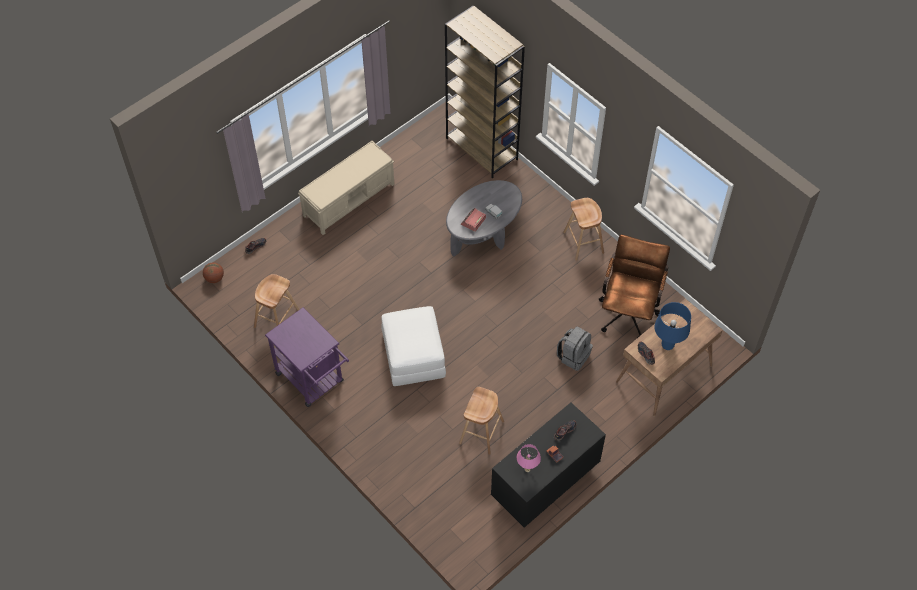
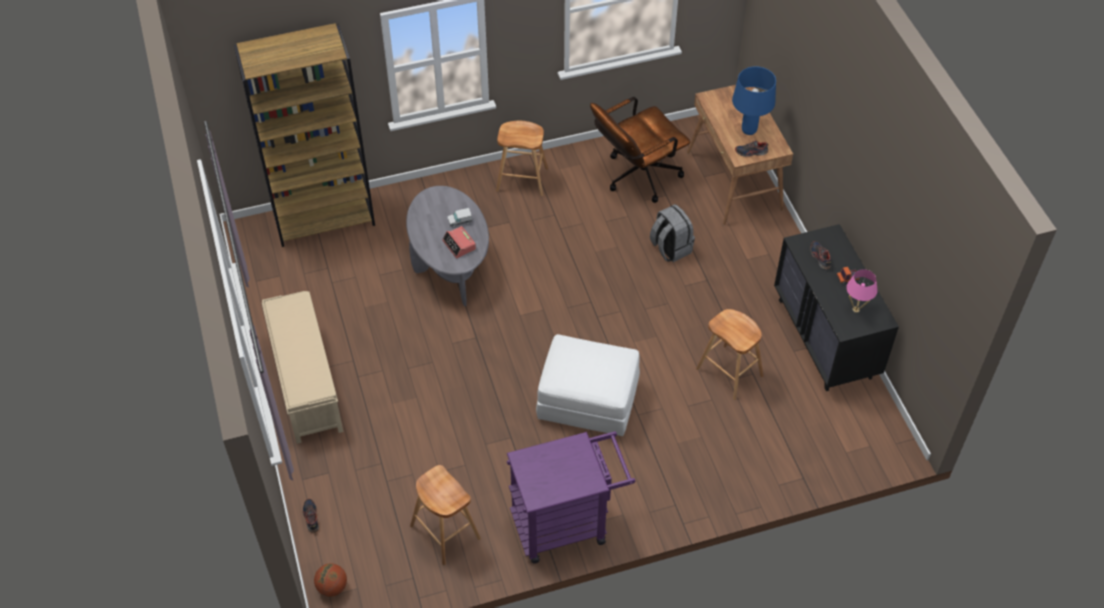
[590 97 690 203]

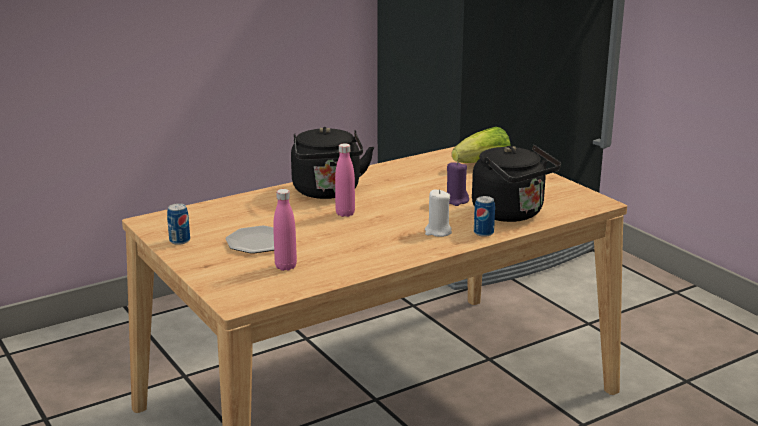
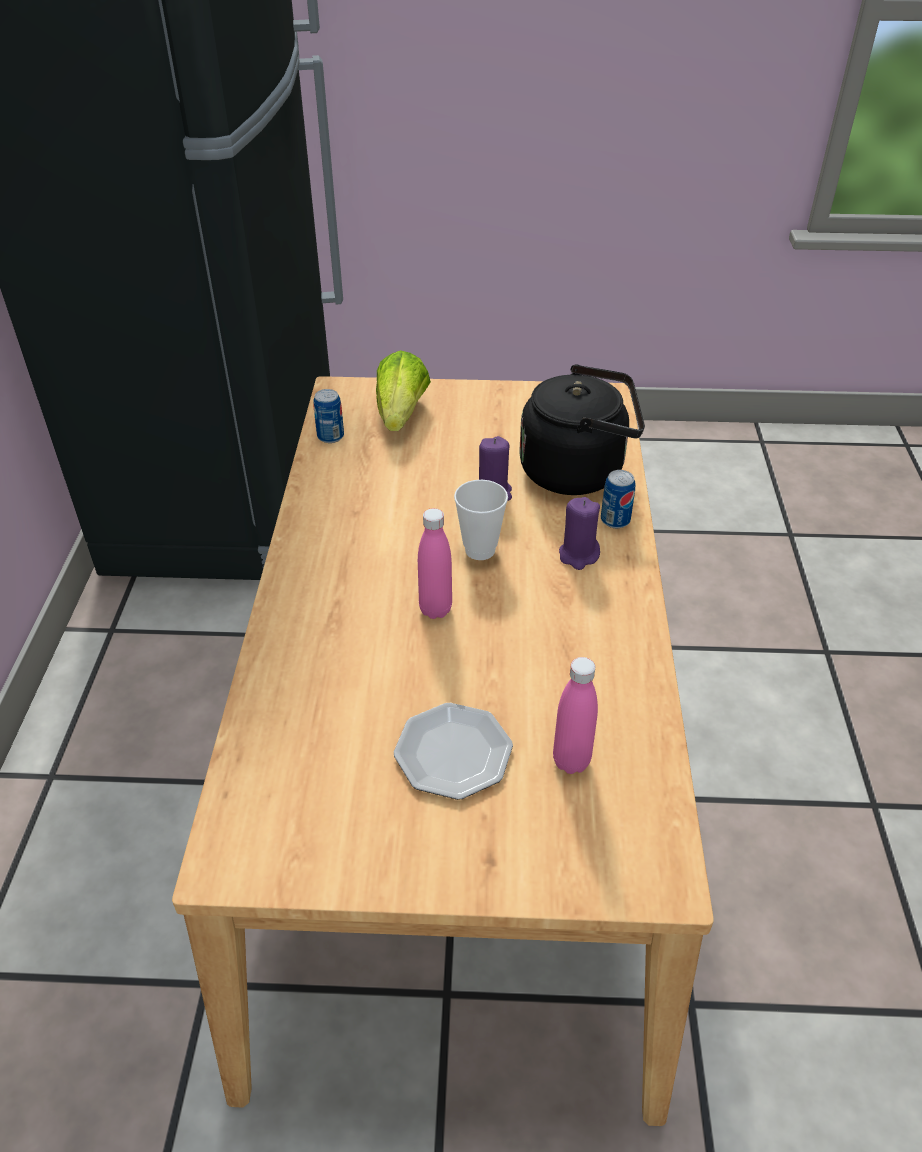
[314 389 344 443]
[454 480 508 560]
[559 497 600 570]
[291 127 374 199] (first image)

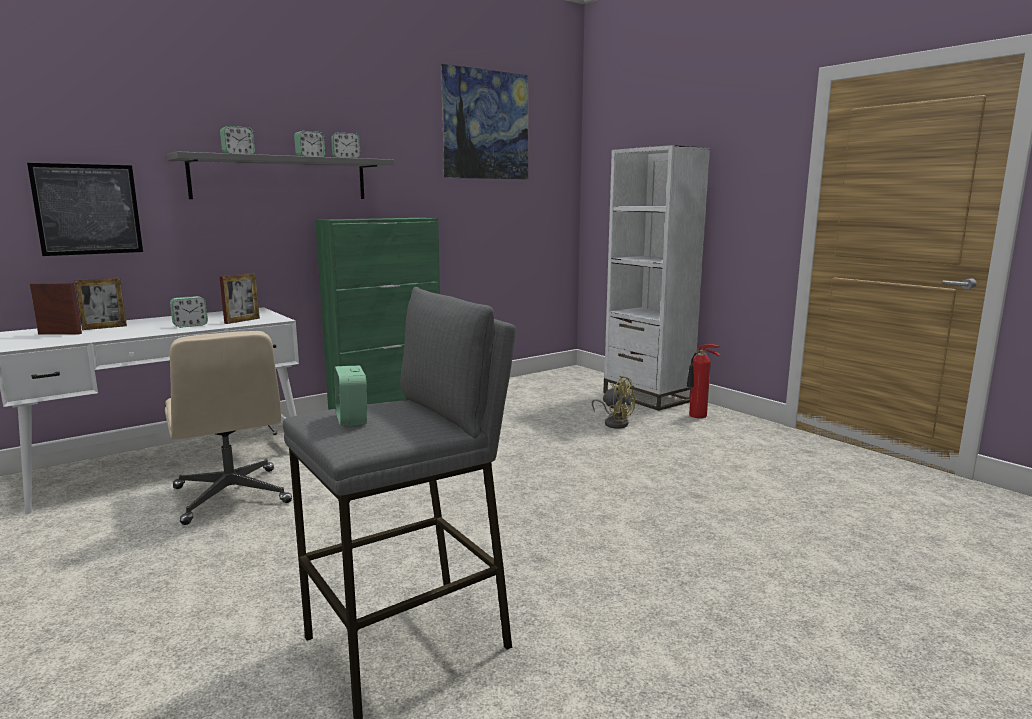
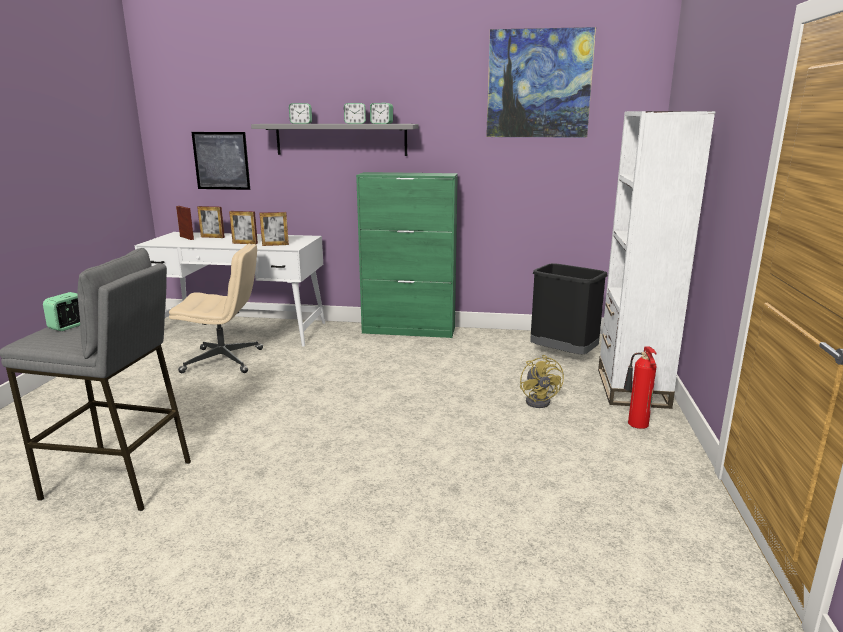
[169 244 263 373]
[229 211 258 244]
[530 263 608 355]

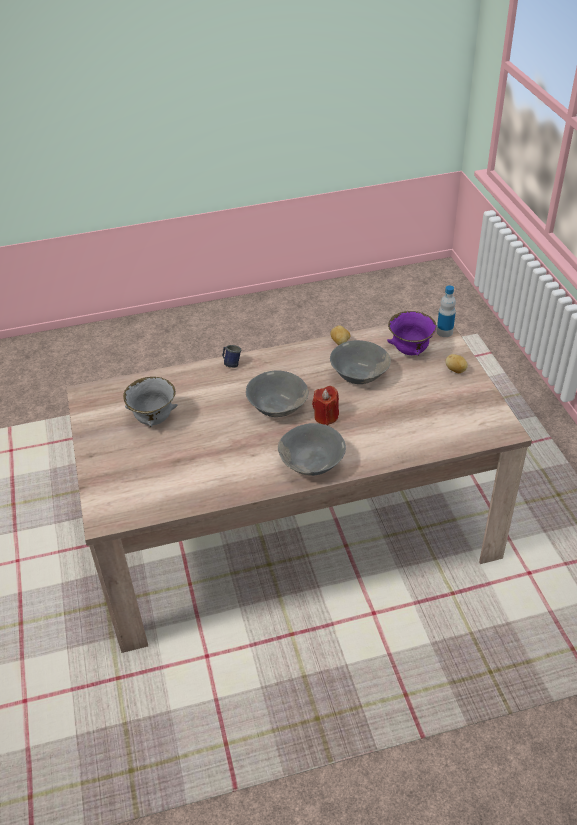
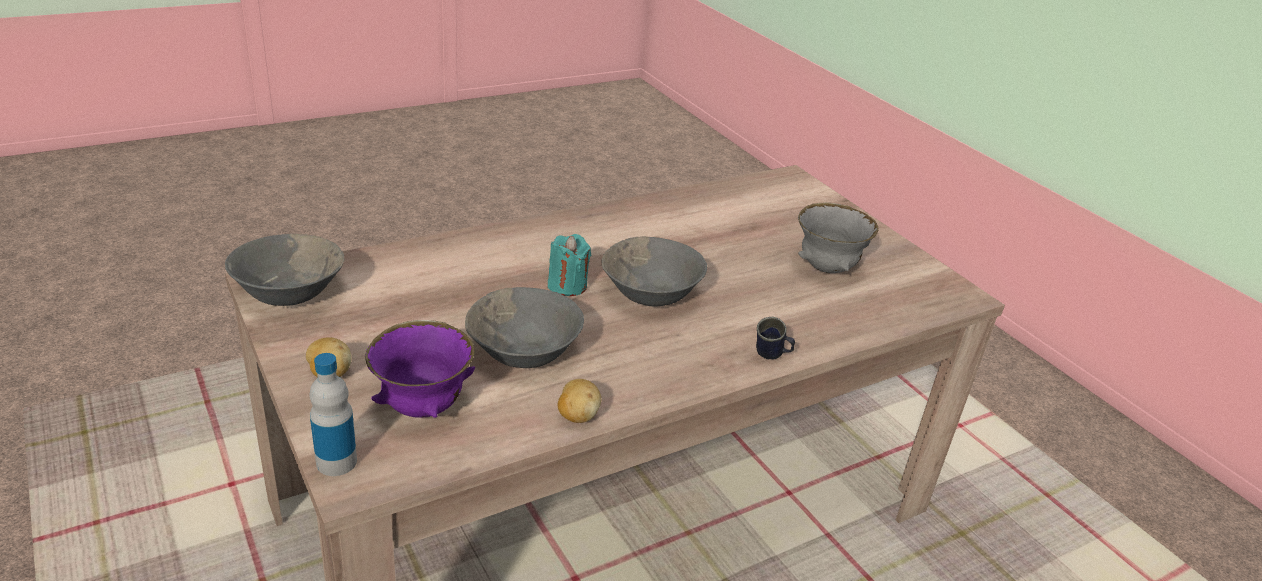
[225 234 344 306]
[548 234 591 296]

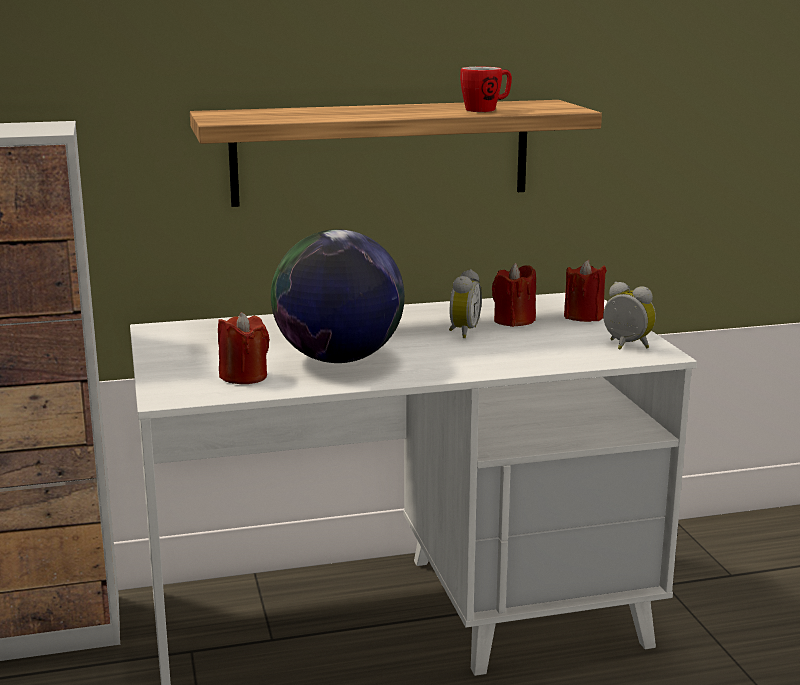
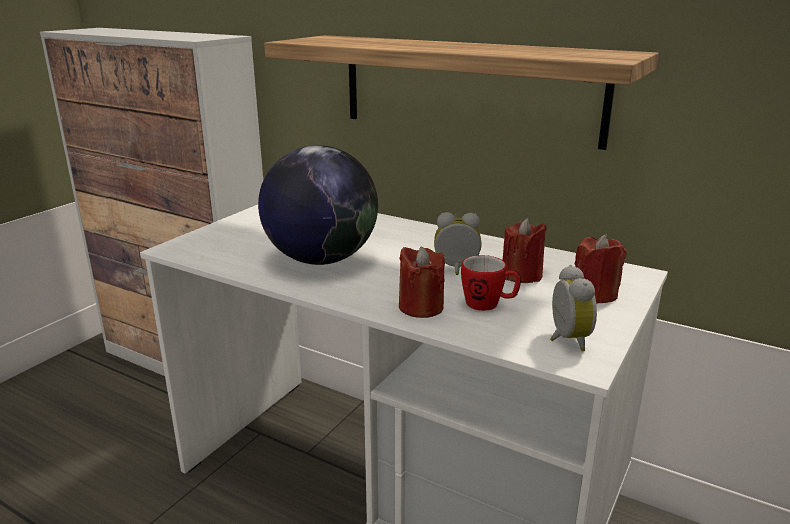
[399 247 445 318]
[434 212 482 275]
[461 255 521 311]

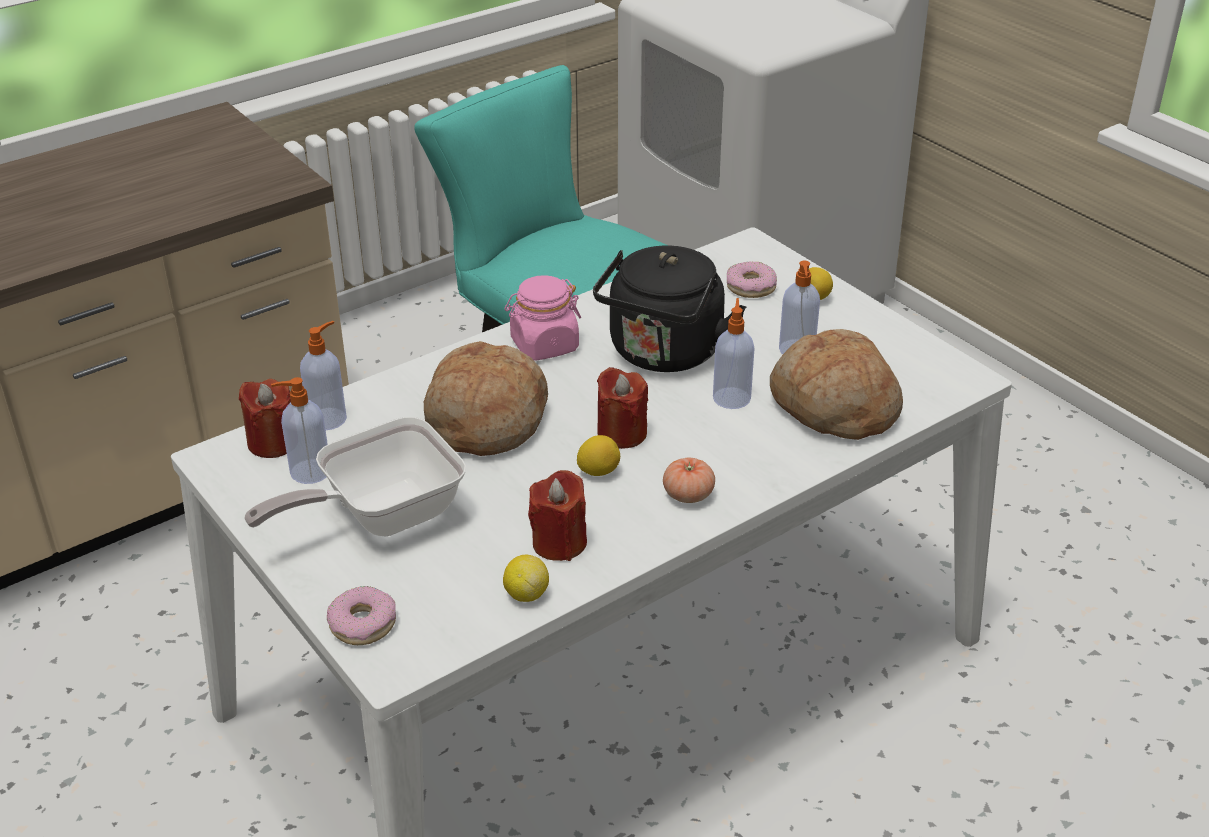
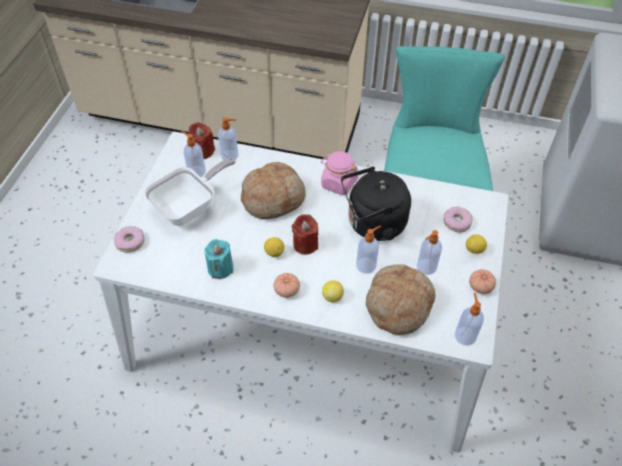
[144 158 236 226]
[204 239 234 279]
[322 280 344 302]
[455 293 484 346]
[469 269 496 294]

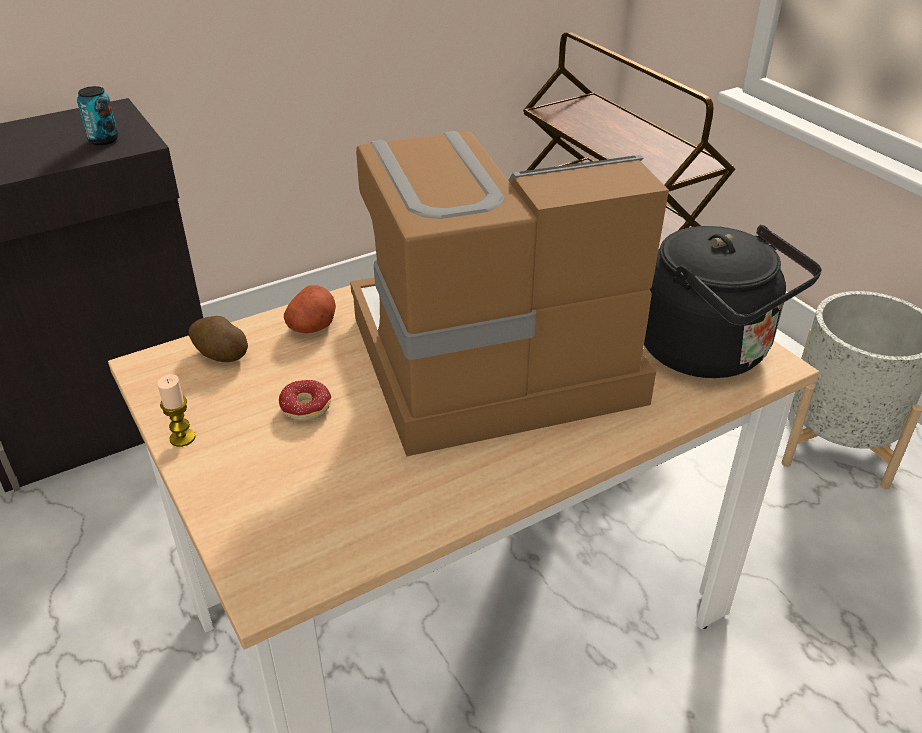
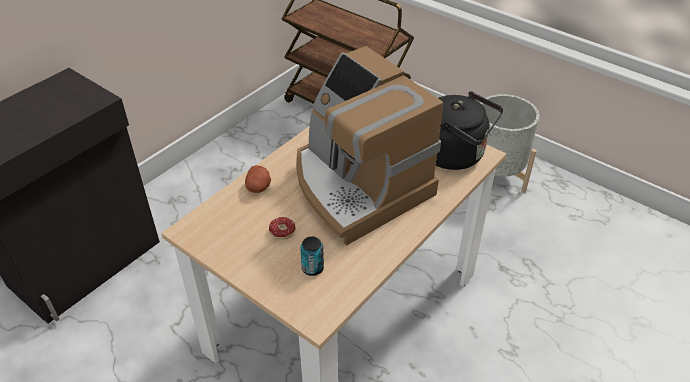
[296 46 443 246]
[300 237 324 276]
[157 374 195 447] (first image)
[189 316 248 362] (first image)

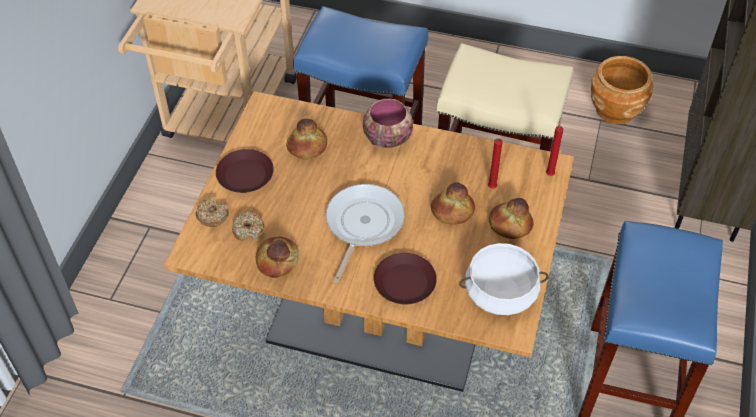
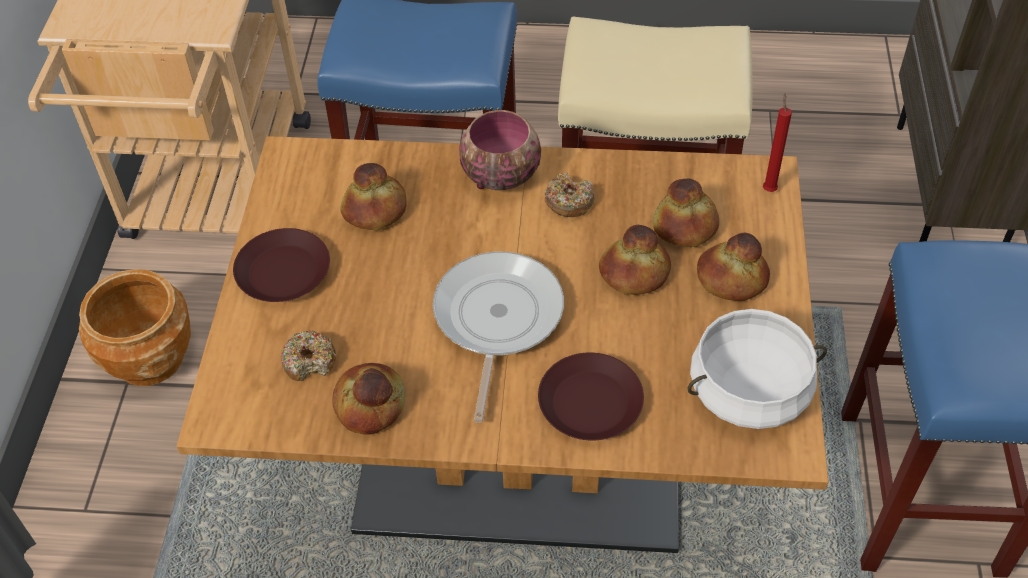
[79 269 191 386]
[545 172 594 217]
[653 178 719 247]

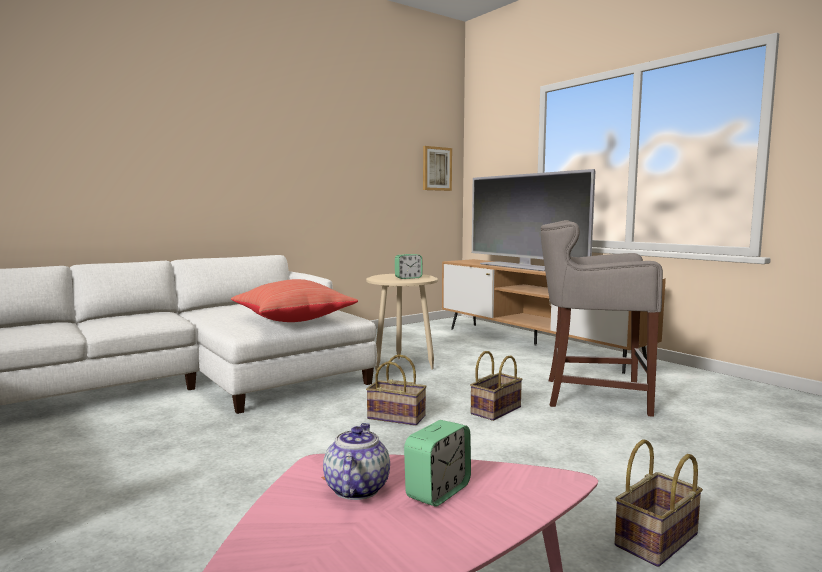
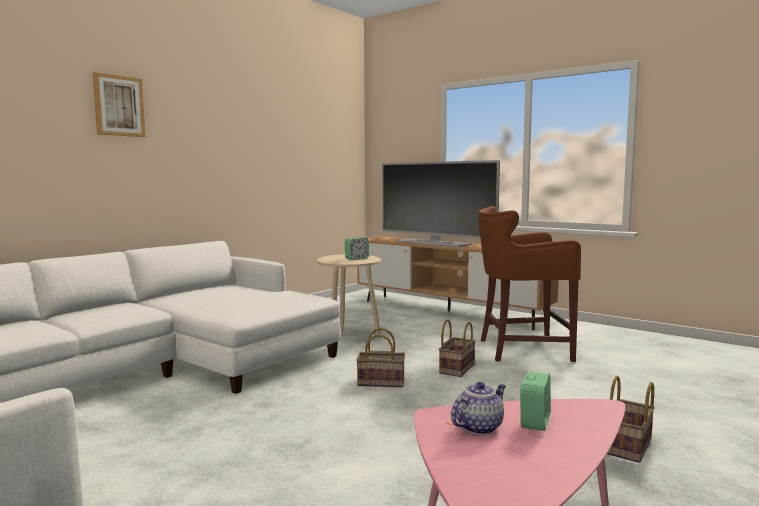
[93 72 145 137]
[451 382 506 435]
[478 206 581 362]
[231 279 358 322] (first image)

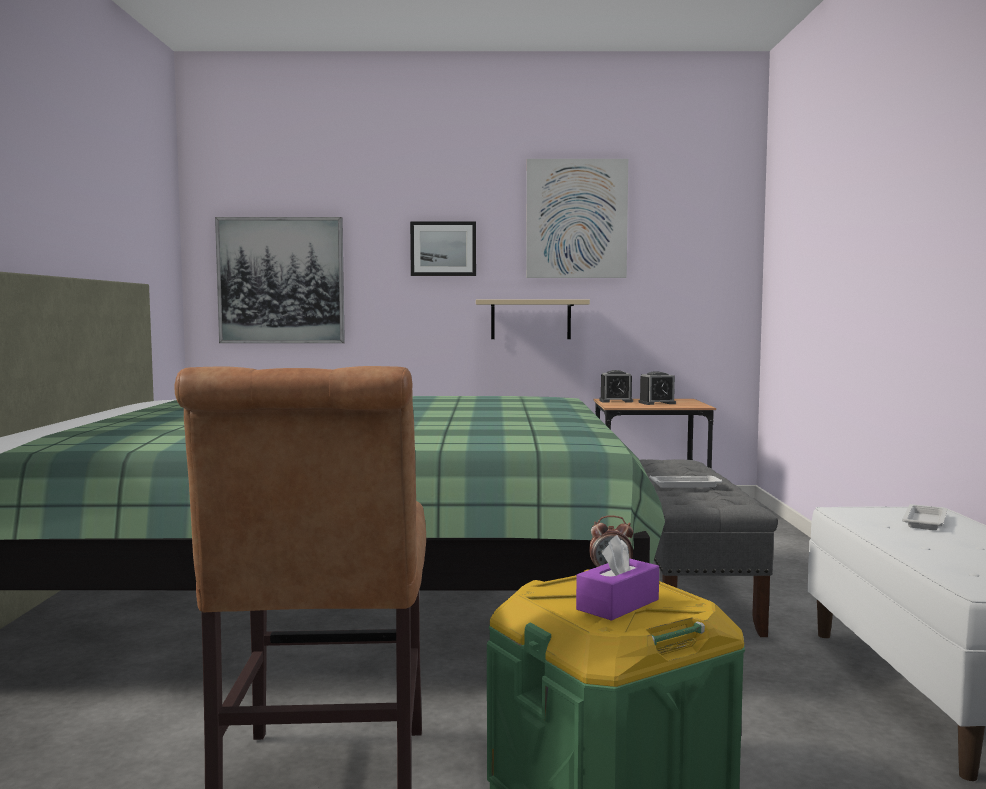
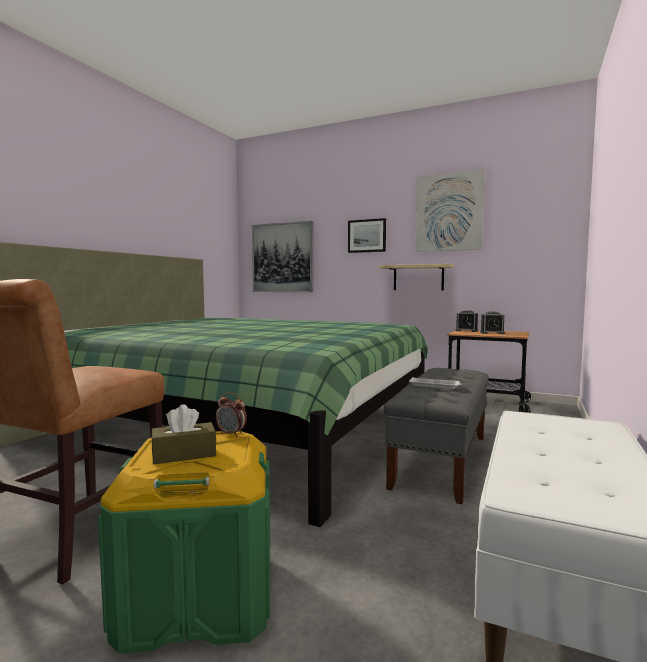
[151 404 216 464]
[902 504 947 530] (first image)

